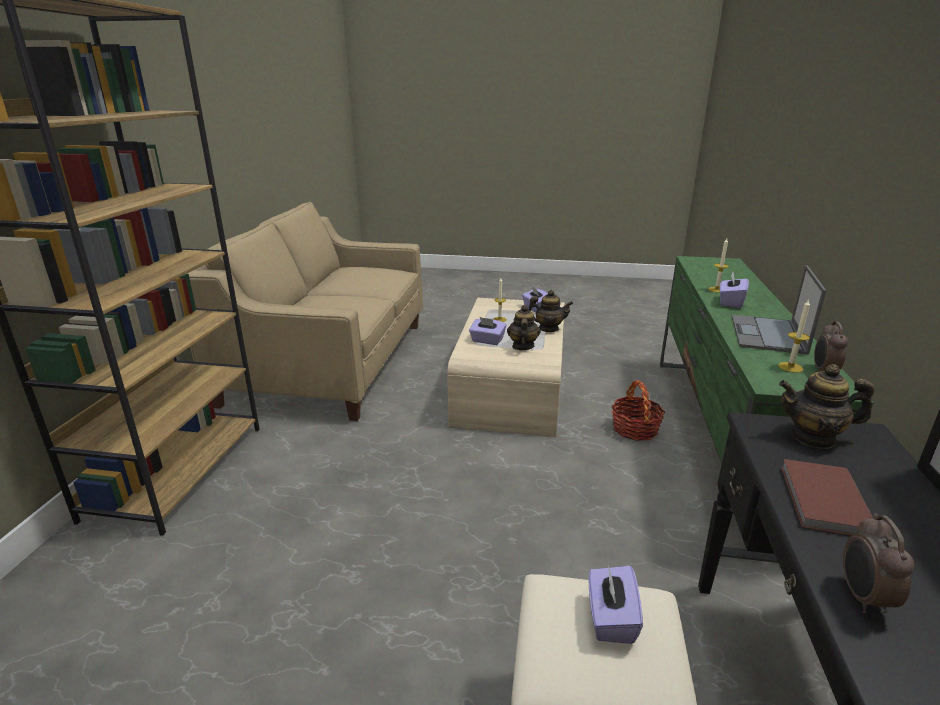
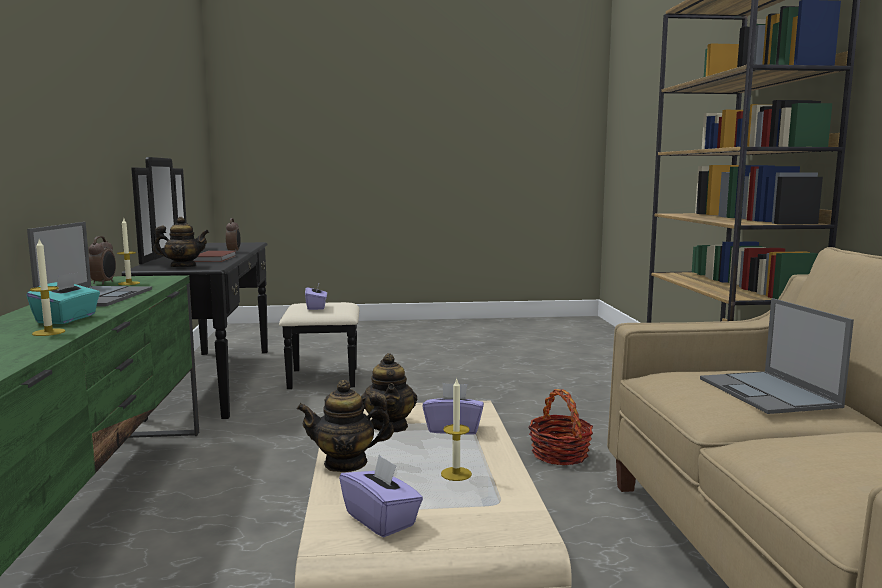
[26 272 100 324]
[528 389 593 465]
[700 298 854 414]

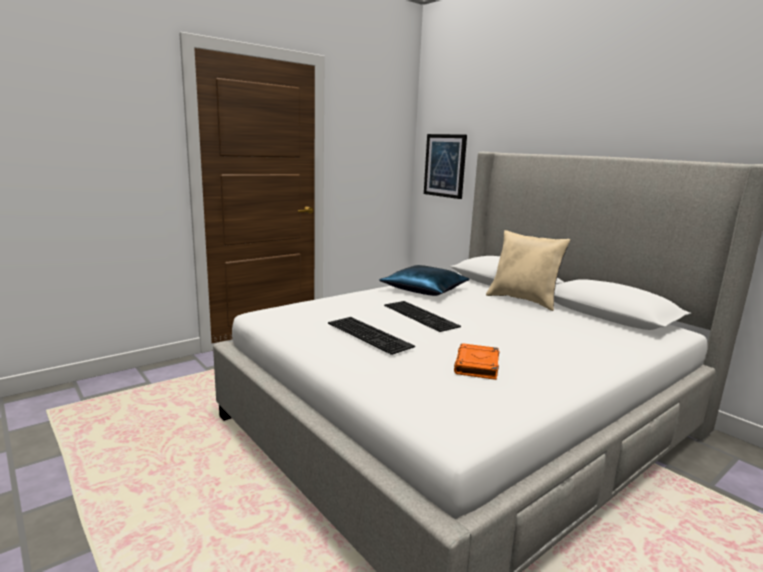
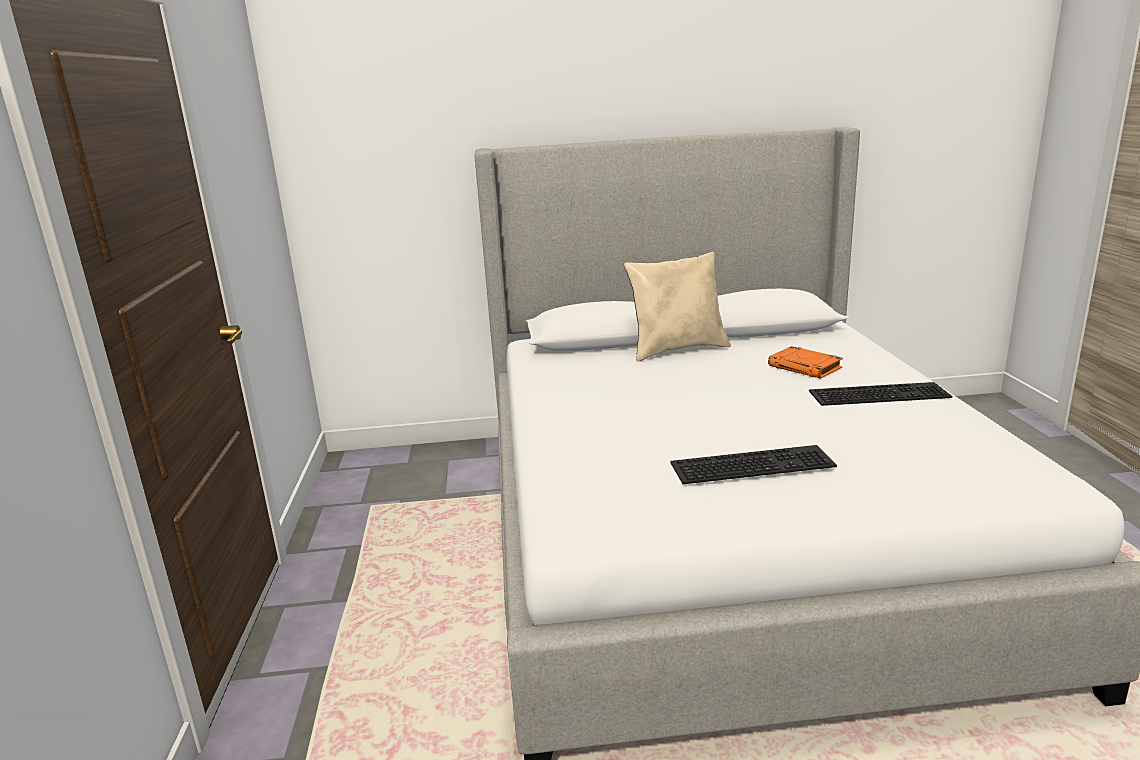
[768 346 843 379]
[809 382 952 406]
[379 265 470 296] (first image)
[424 134 467 199] (first image)

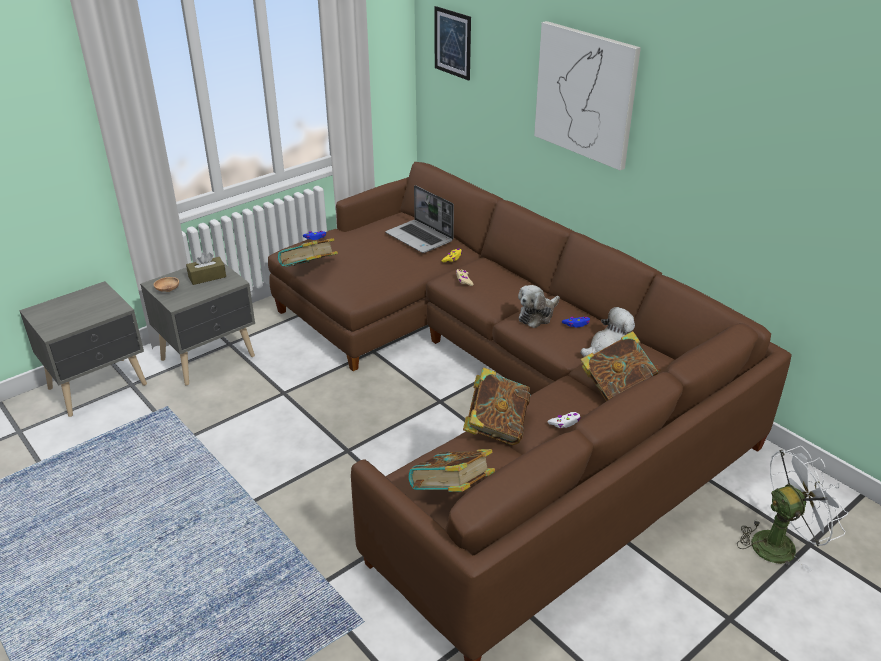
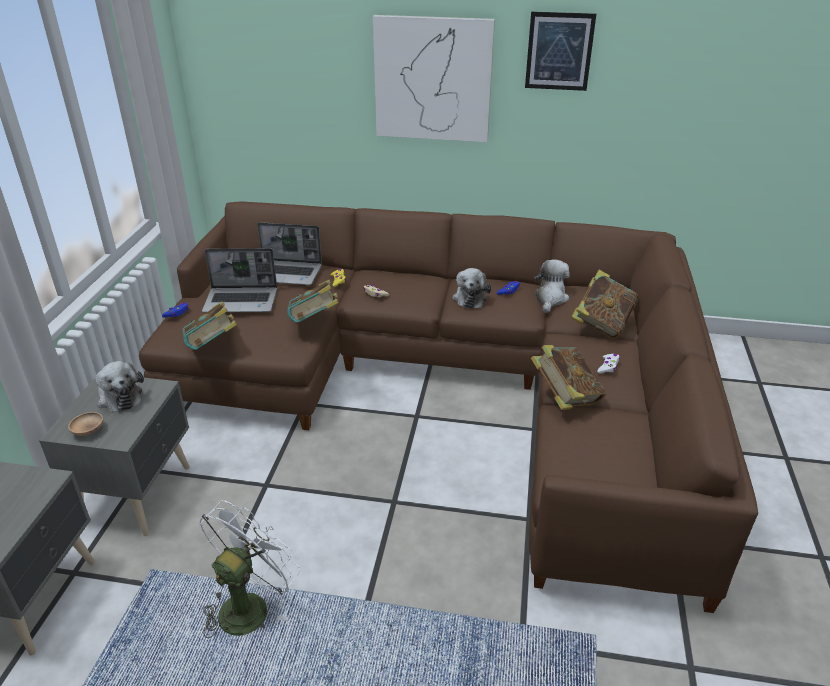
[95 361 144 412]
[200 500 300 638]
[202 248 277 313]
[287 280 339 323]
[525 12 596 91]

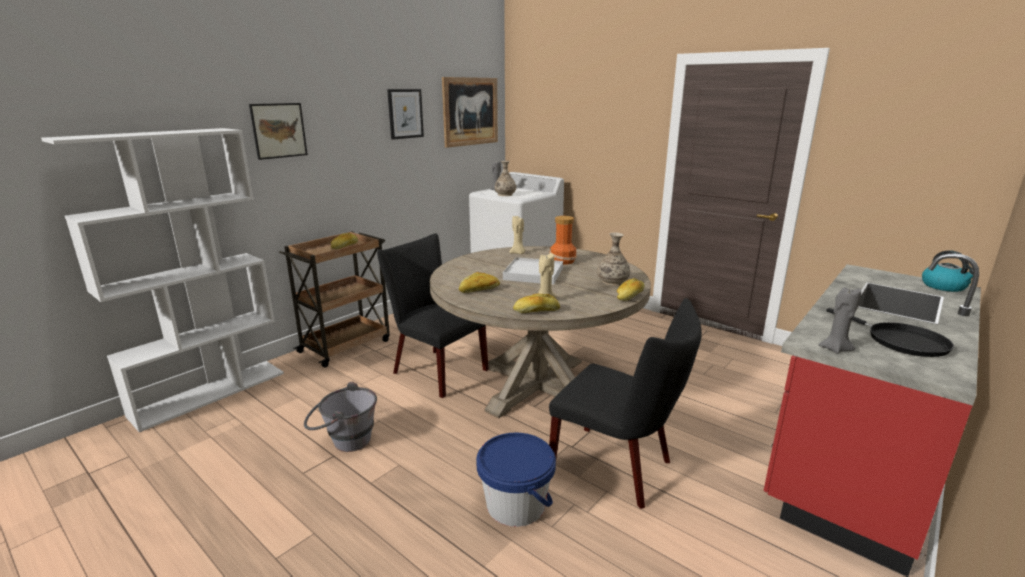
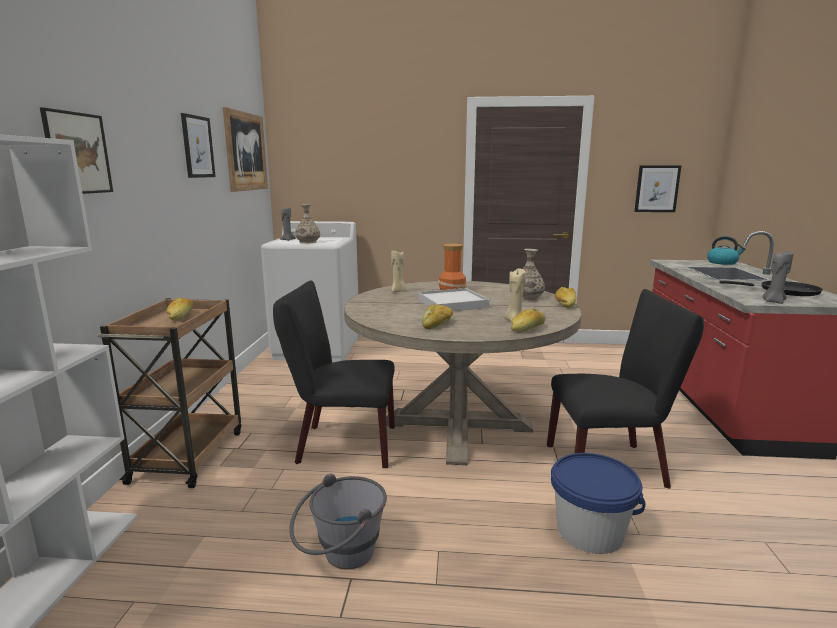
[634 166 681 212]

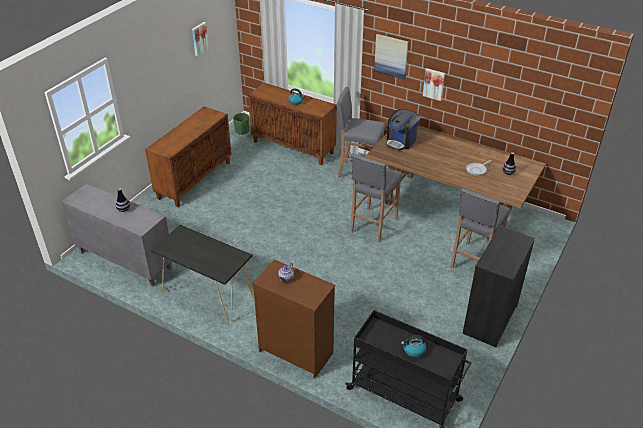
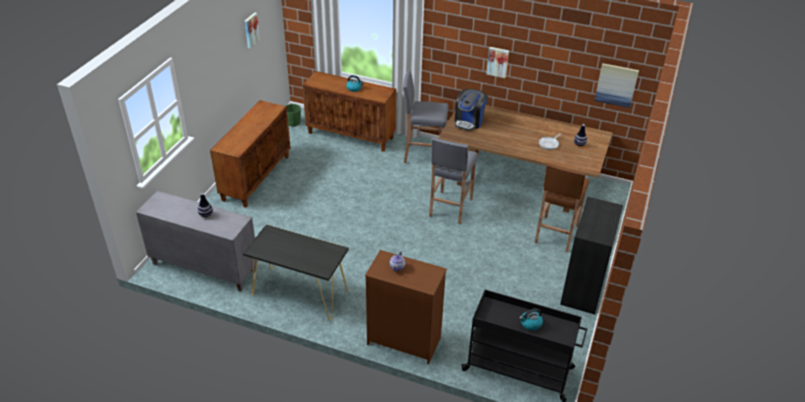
[535 163 589 252]
[595 63 639 108]

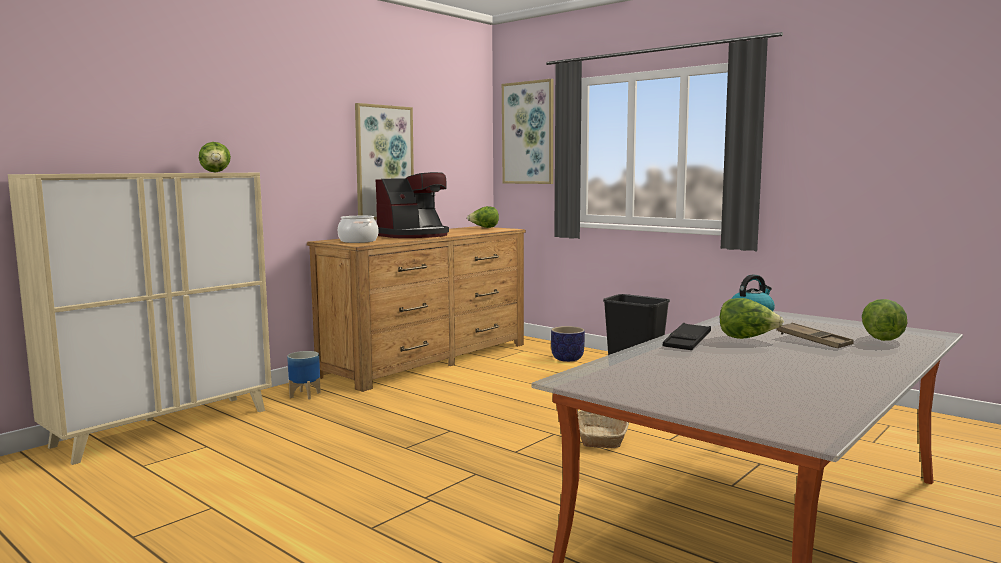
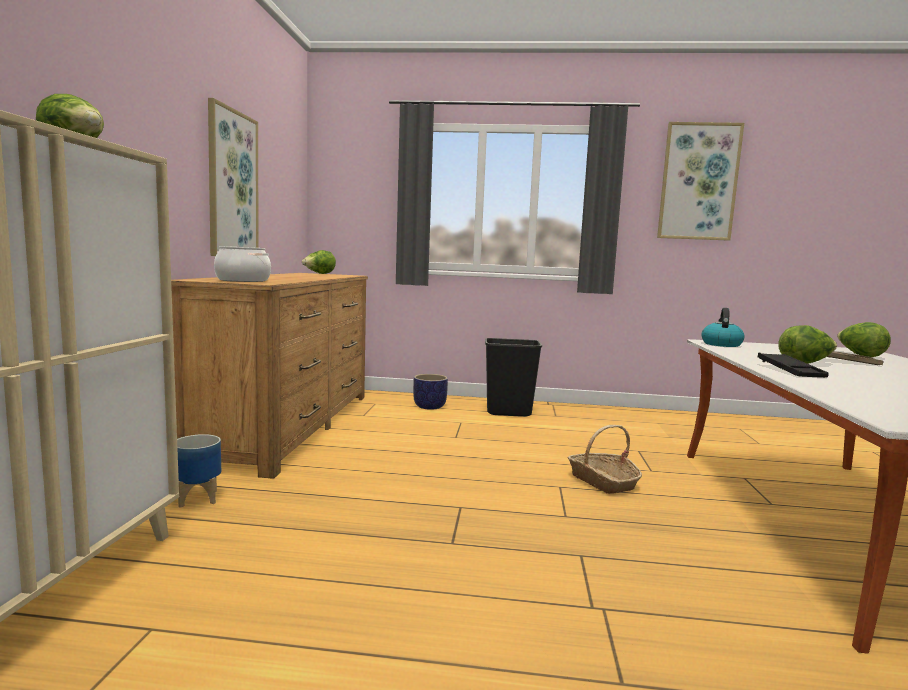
[657 122 744 241]
[376 172 449 238] (first image)

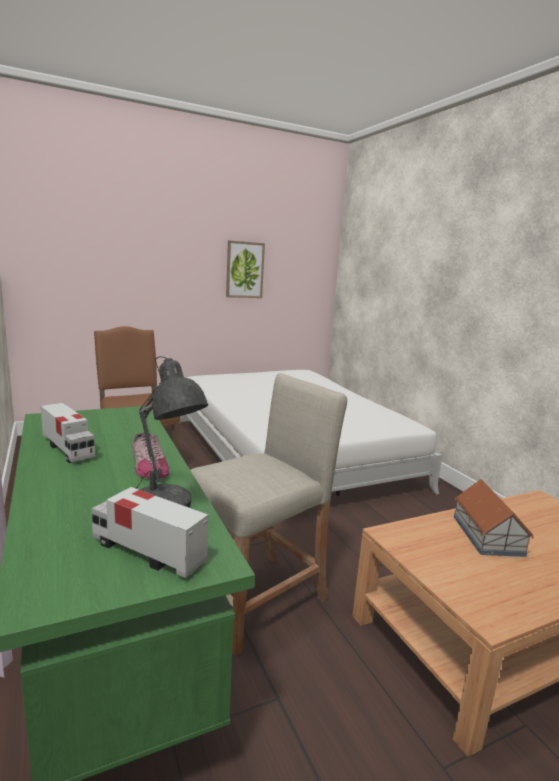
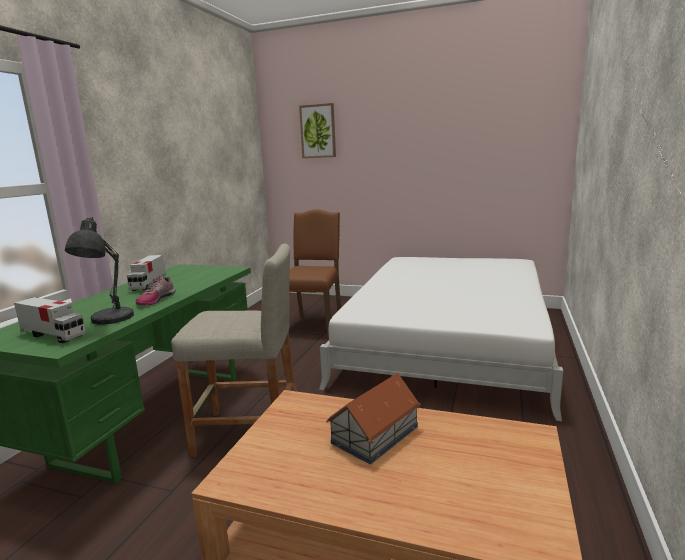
[14 297 86 343]
[299 103 336 158]

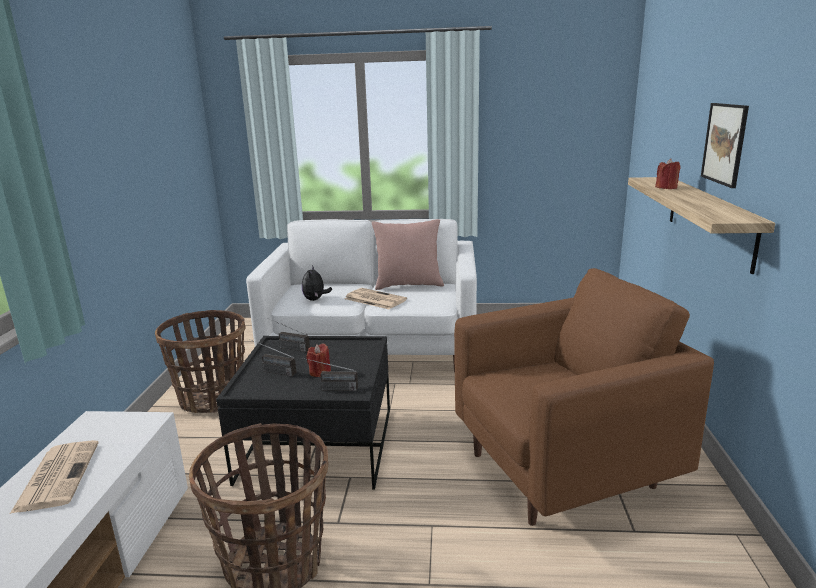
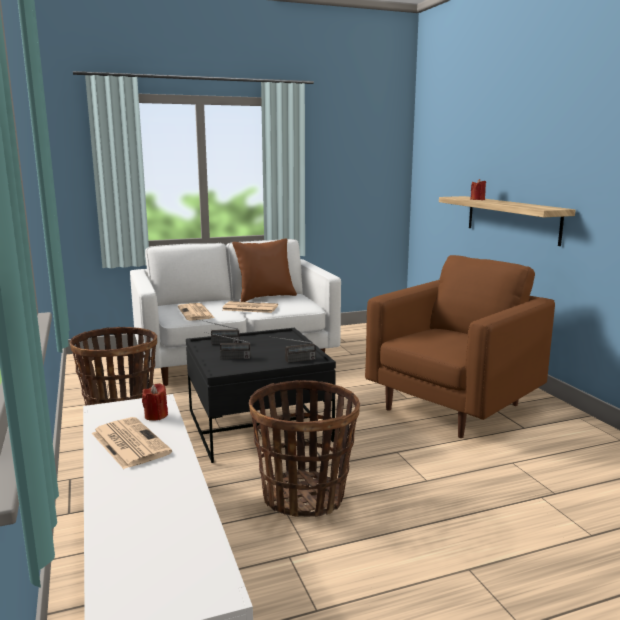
[142 383 168 421]
[178 303 215 320]
[232 238 297 302]
[701 103 749 188] (first image)

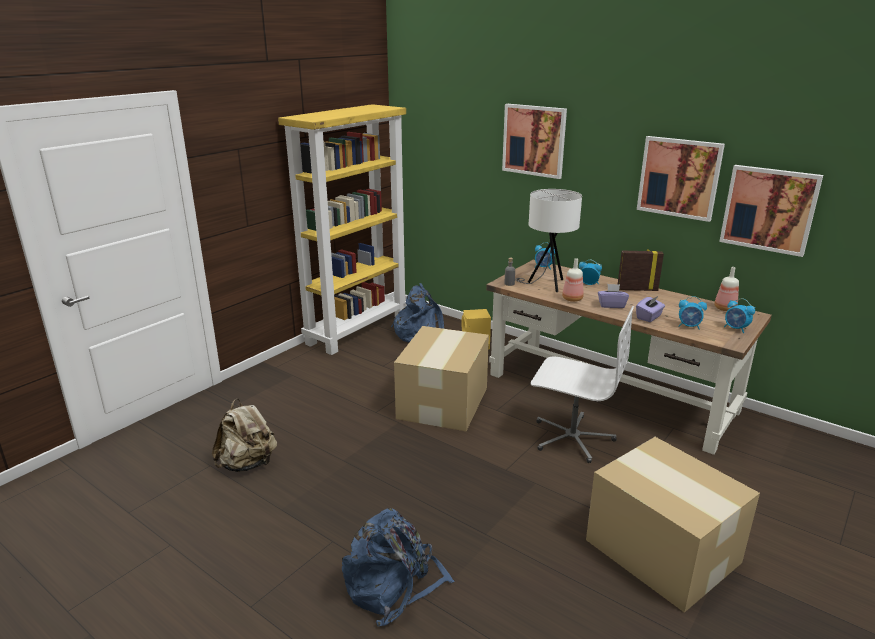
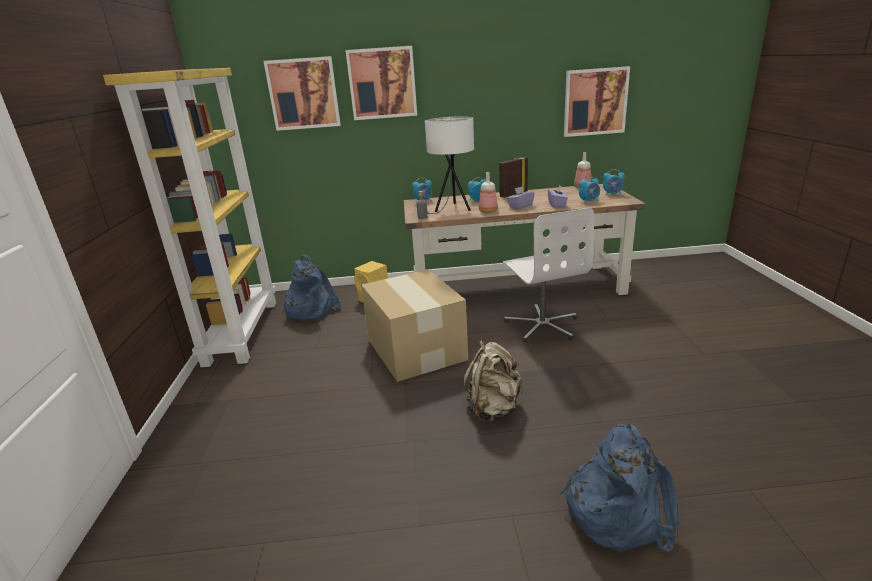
[263 56 341 131]
[463 340 523 423]
[503 208 594 343]
[586 437 760 613] (first image)

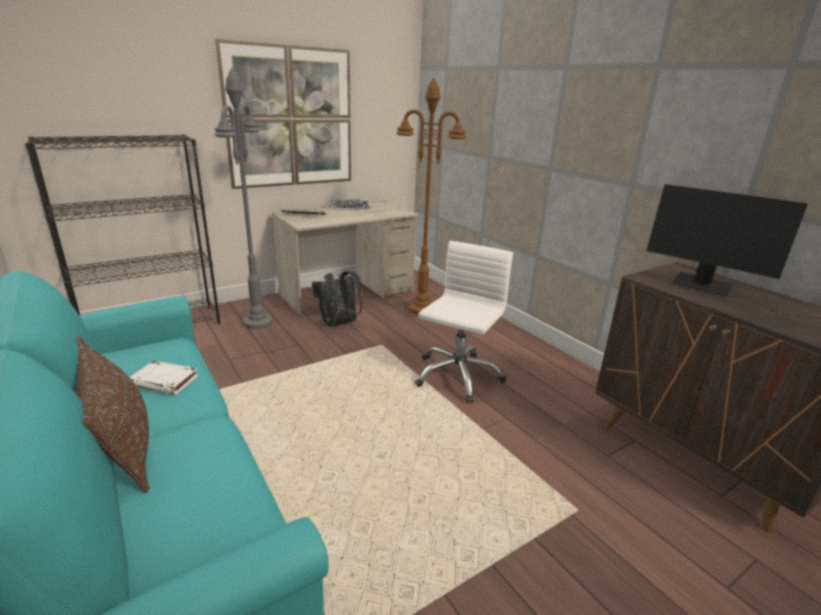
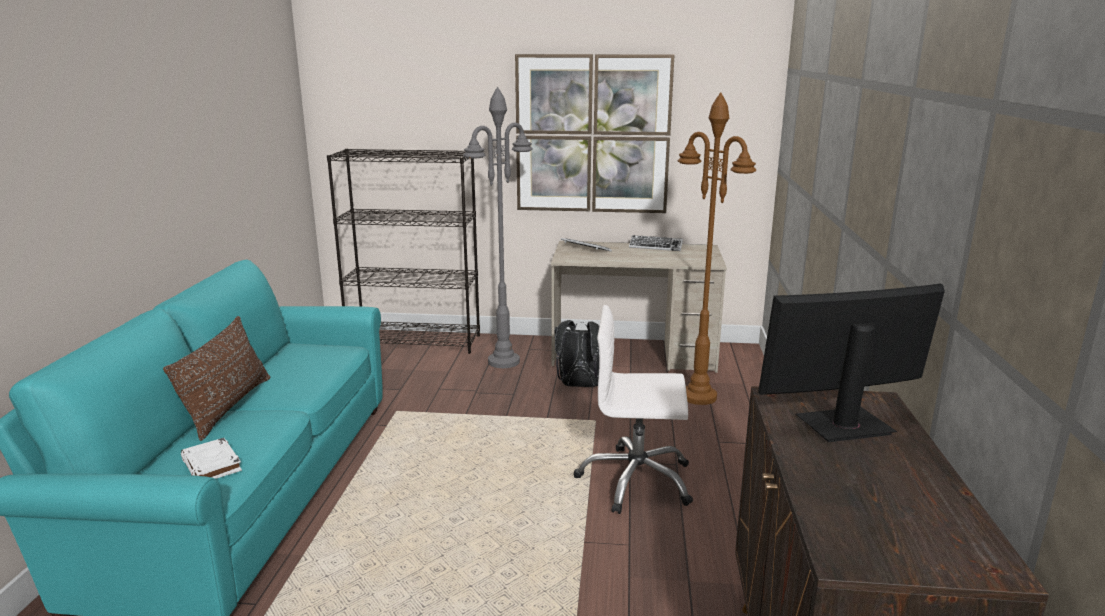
[181 438 242 479]
[574 305 693 514]
[758 283 945 442]

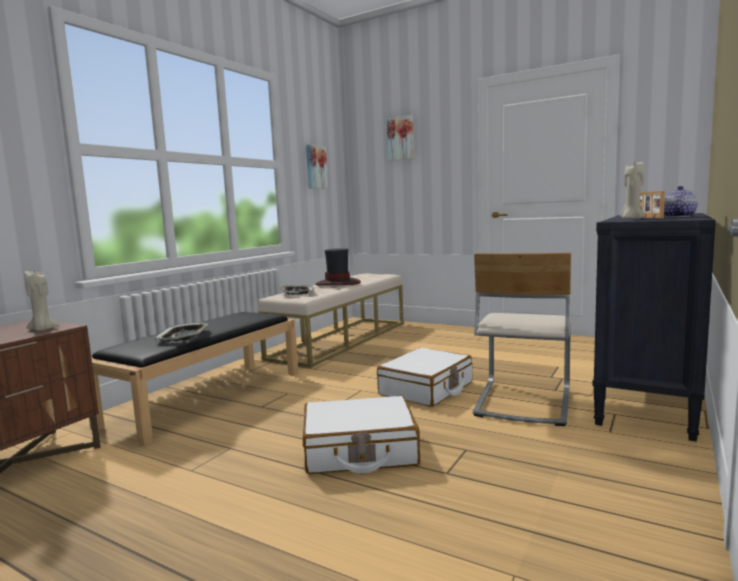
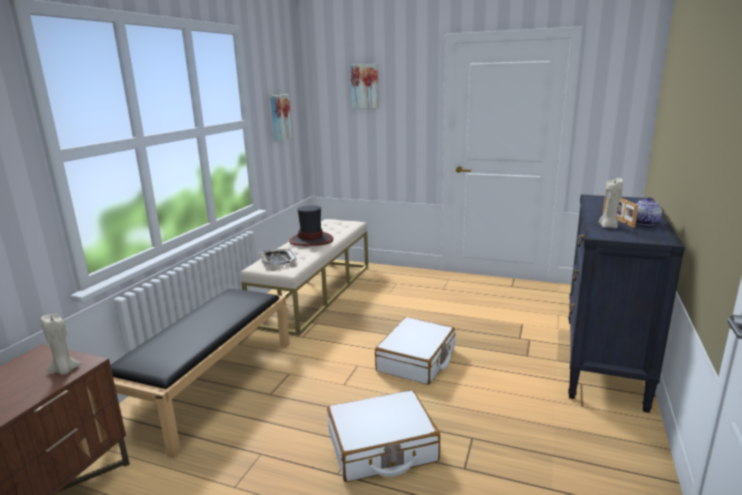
[154 322 210 342] (first image)
[473 252 571 426] (first image)

